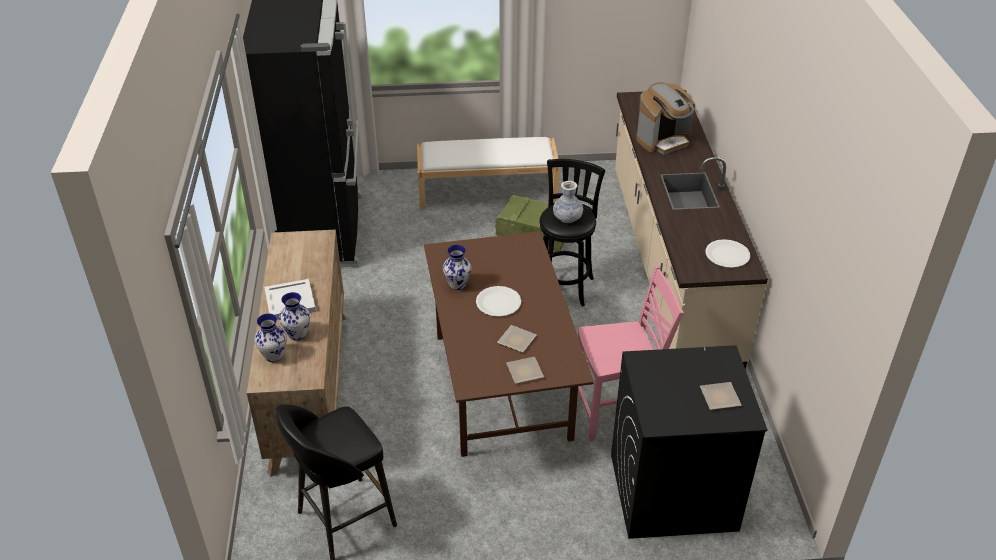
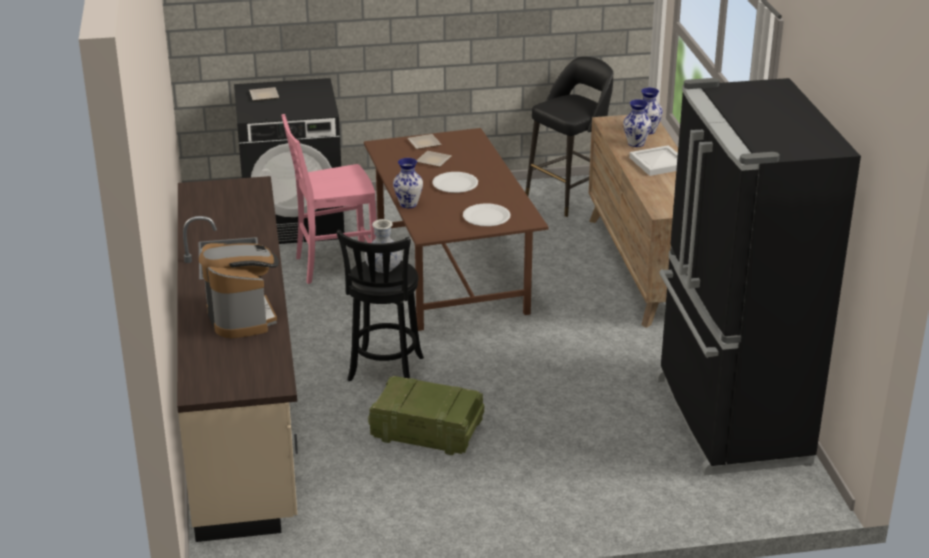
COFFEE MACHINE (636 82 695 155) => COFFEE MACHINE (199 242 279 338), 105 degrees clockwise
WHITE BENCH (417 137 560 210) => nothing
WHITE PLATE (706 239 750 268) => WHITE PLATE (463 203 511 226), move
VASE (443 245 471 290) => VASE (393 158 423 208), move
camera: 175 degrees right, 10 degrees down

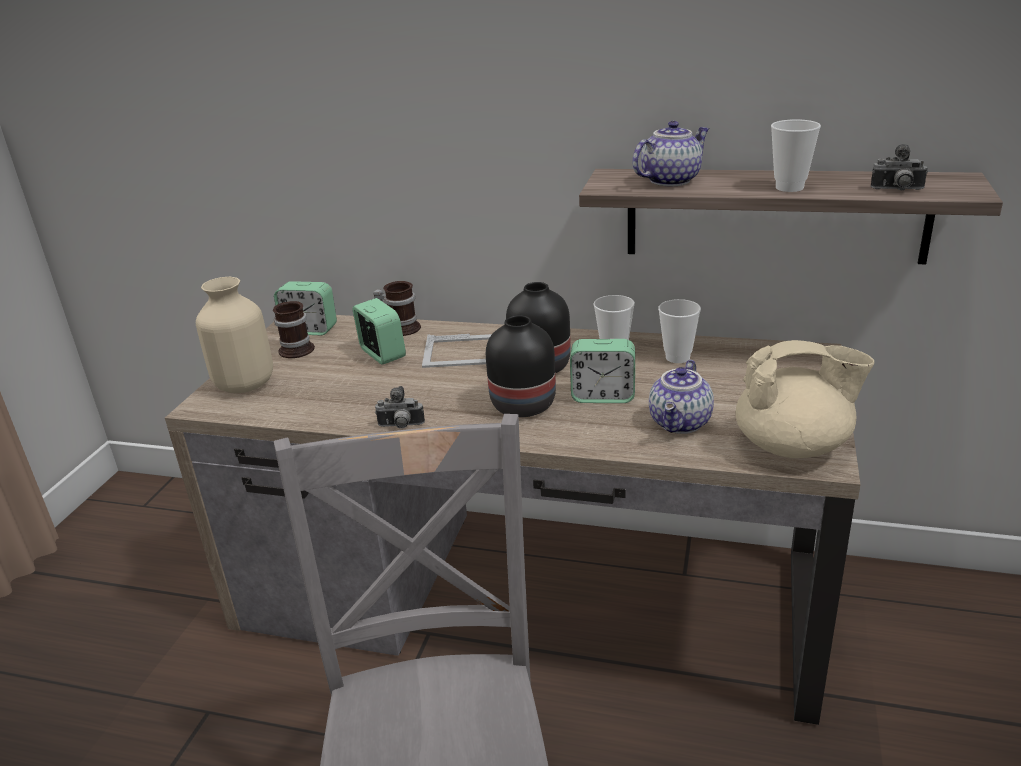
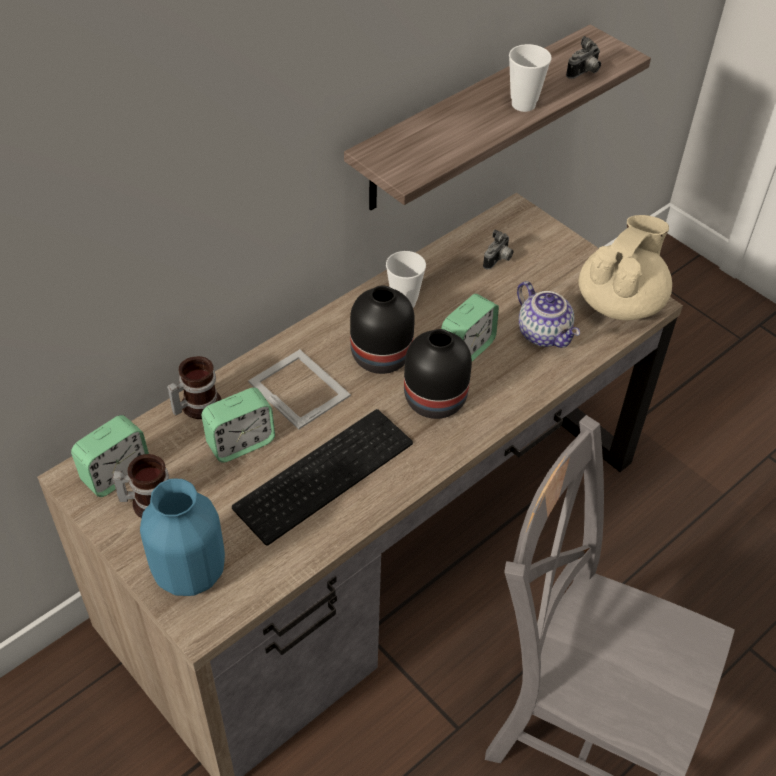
TEAPOT (632 121 710 186) => nothing
BEIGE VASE (196 277 273 393) => BLUE VASE (140 479 225 596)
ALARM CLOCK (352 298 406 365) => ALARM CLOCK (201 388 275 463), 150 degrees clockwise
CUP (658 299 701 363) => nothing
PICTURE FRAME (422 334 492 368) => PICTURE FRAME (248 349 351 430), 75 degrees counterclockwise
PHOTO CAMERA (375 386 425 428) => PHOTO CAMERA (483 230 513 269), move
nothing => KEYBOARD (232 409 413 545)
camera: 60 degrees left, 20 degrees up

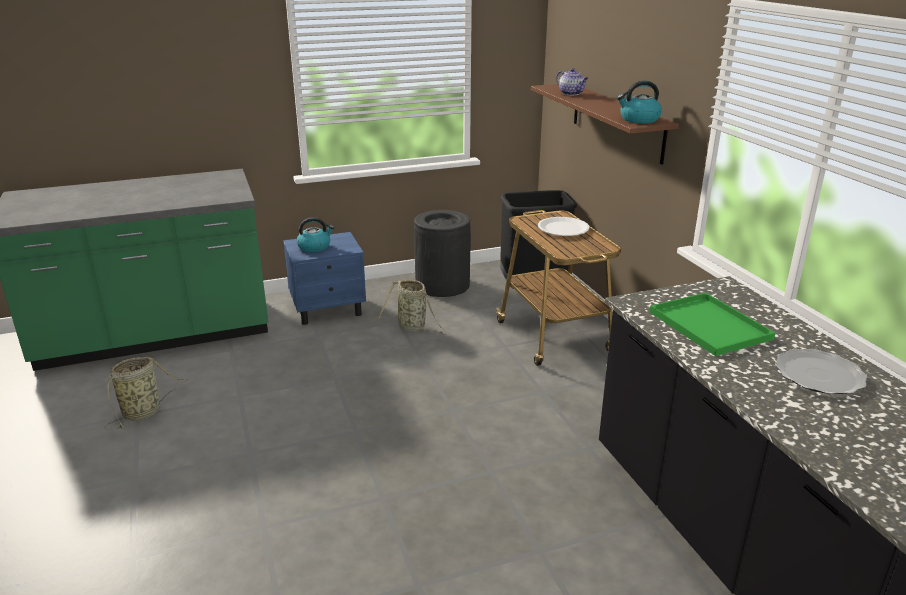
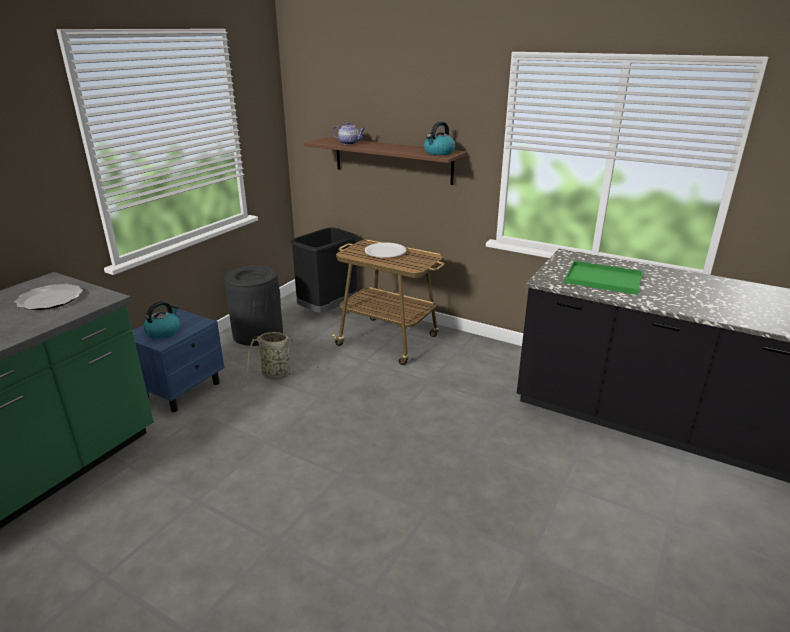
PLATE (775 349 867 394) => PLATE (14 284 83 310), move
BASKET (104 357 189 430) => nothing
camera: 40 degrees left, 0 degrees up

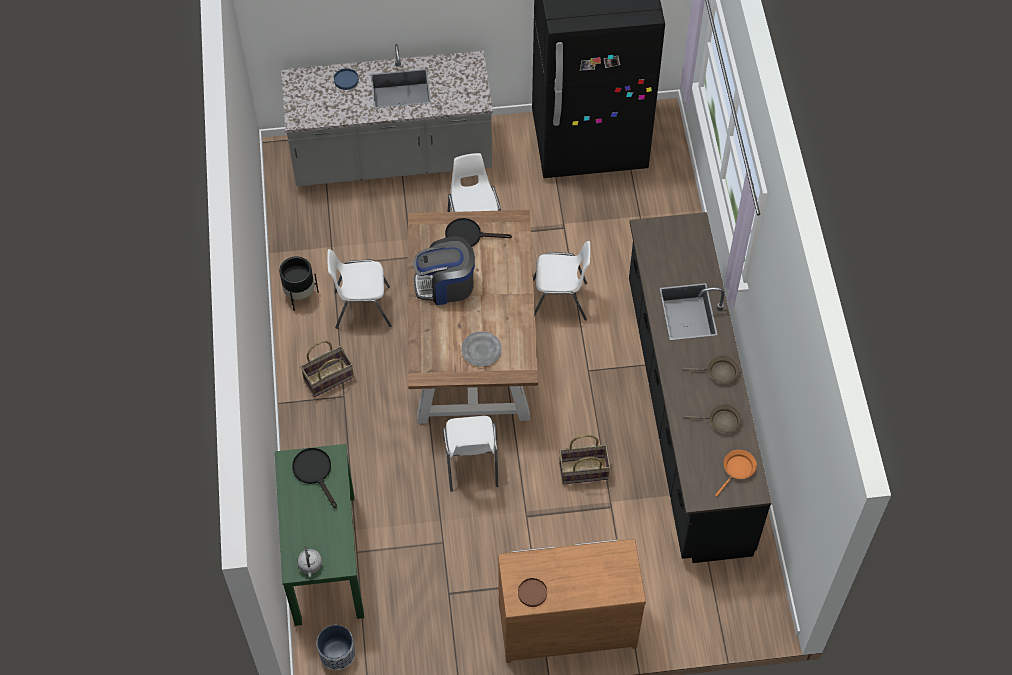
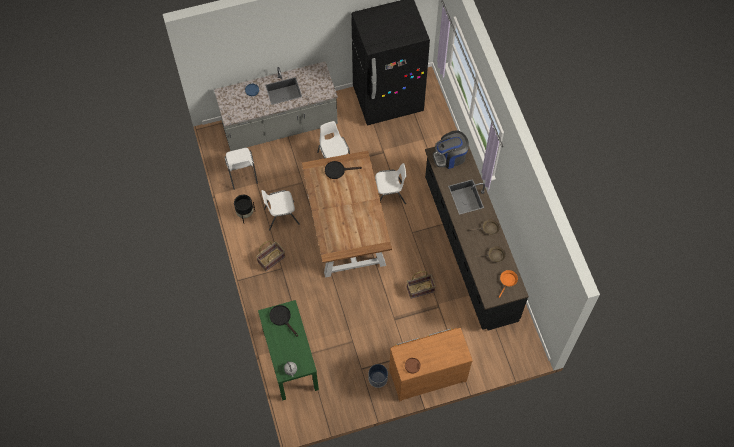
COFFEE MACHINE (413 236 475 305) => COFFEE MACHINE (433 130 469 169), move
GREY PLATE (461 331 502 367) => nothing
WHITE CHAIR (443 416 498 491) => WHITE CHAIR (225 148 258 190), move
PLANTER (317 625 355 670) => PLANTER (368 364 388 388), move
camera: 10 degrees left, 5 degrees up

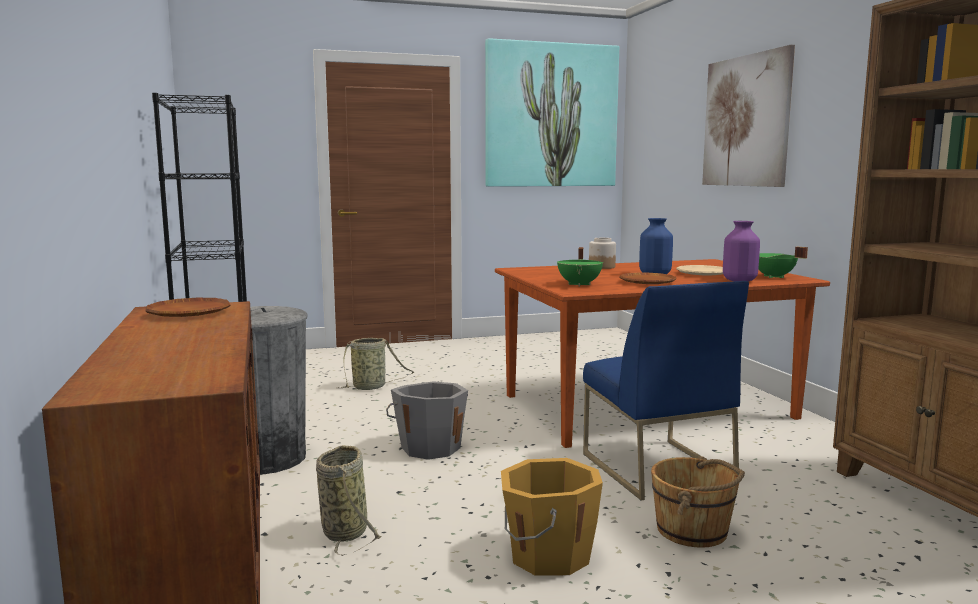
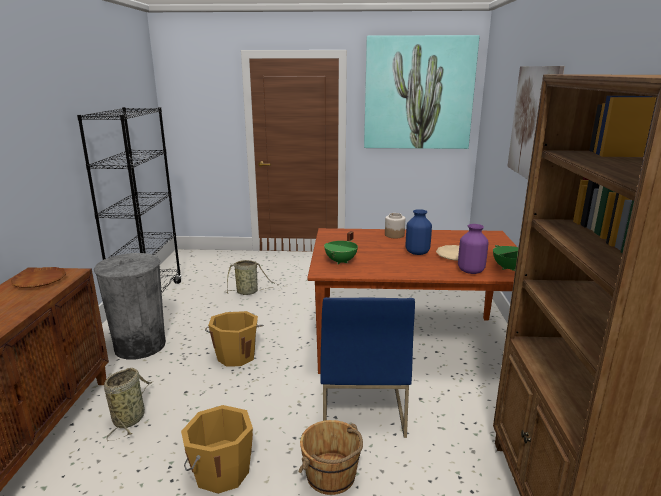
BROWN PLATE (619 272 677 284) => nothing
GREY BUCKET (386 381 468 460) => ORANGE BUCKET (205 311 264 367)
camera: 20 degrees right, 10 degrees up

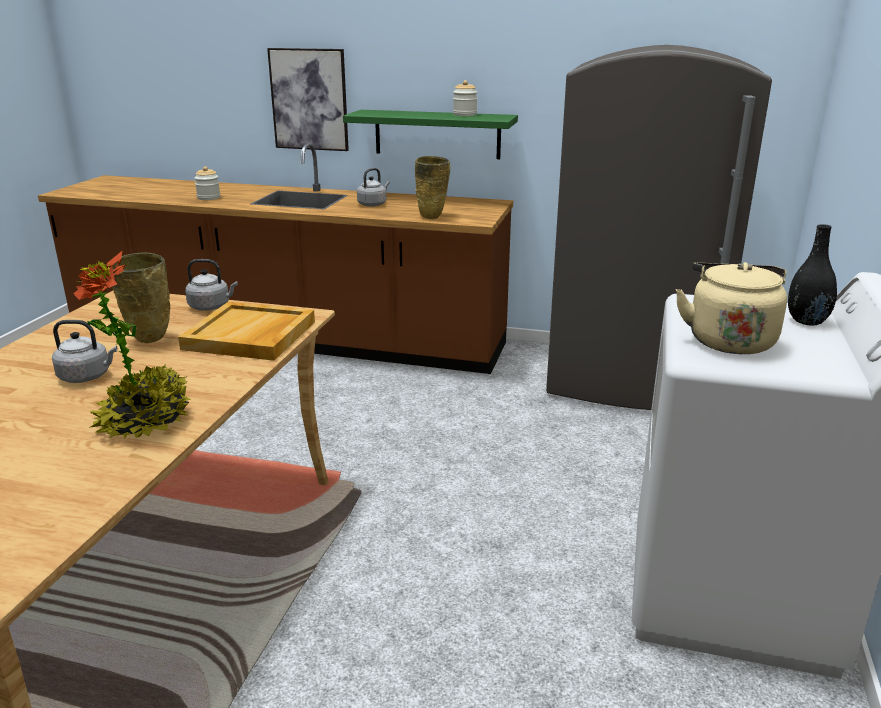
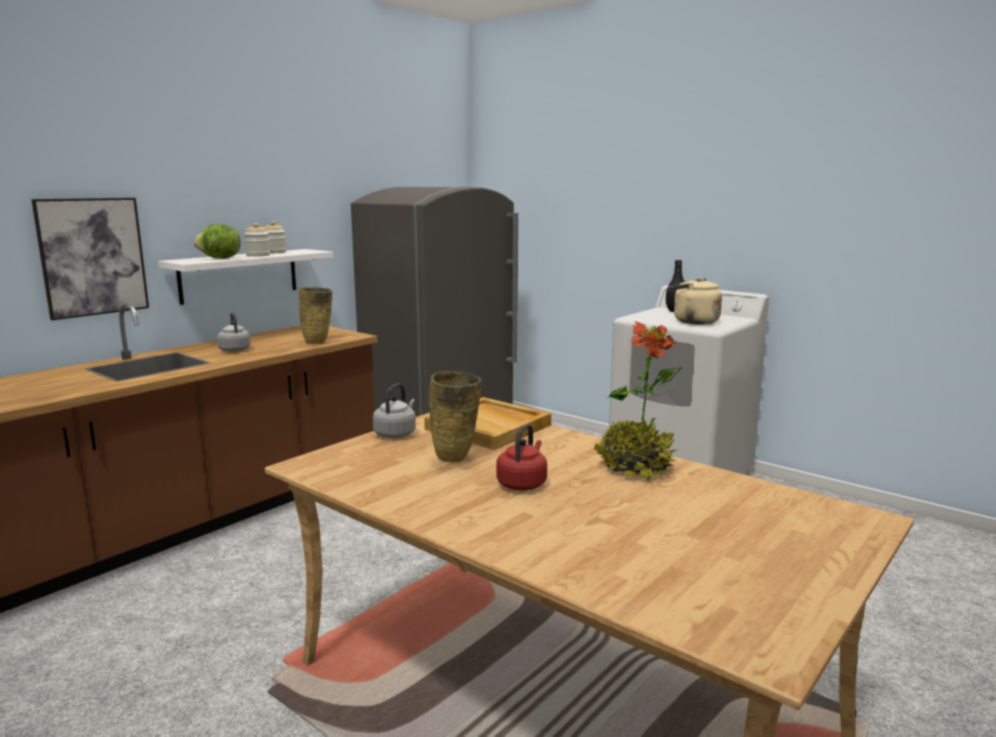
GREEN SHELF (343 110 518 159) => WHITE SHELF (158 249 333 305)
JAR (194 166 220 200) => JAR (244 223 270 257), move
GREY KETTLE (52 320 118 383) => RED KETTLE (496 424 547 491)
nothing => LETTUCE (194 224 241 259)
camera: 65 degrees left, 10 degrees down

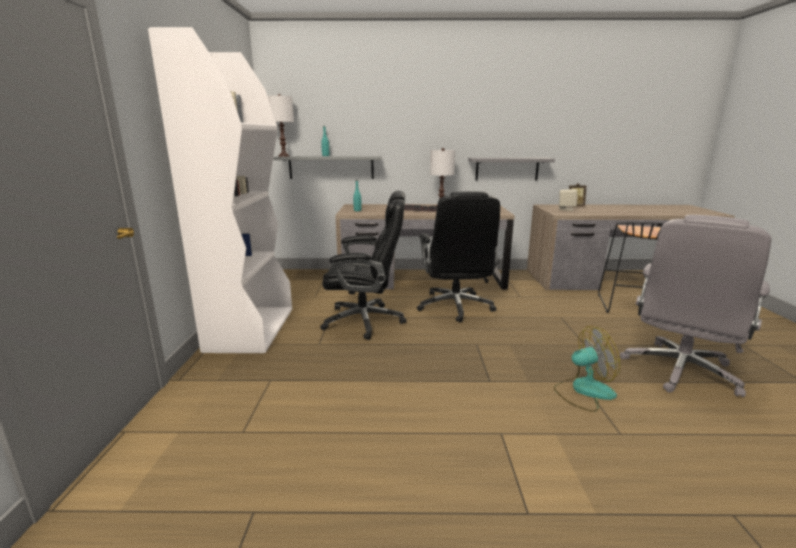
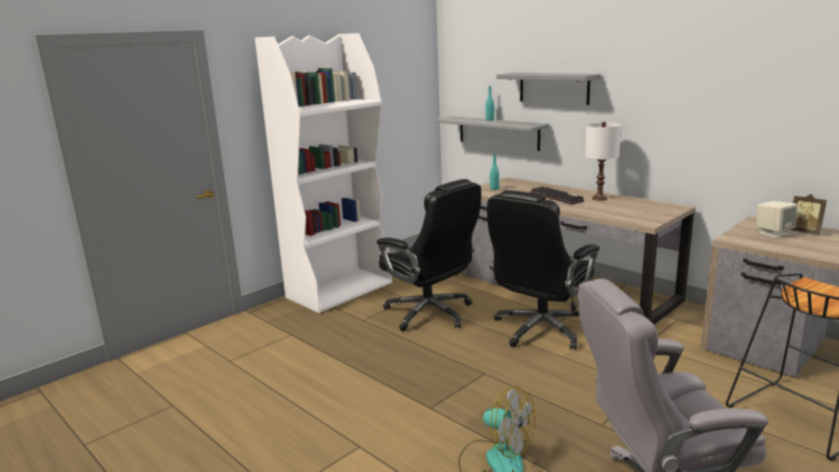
WHITE TABLE LAMP (268 94 294 157) => nothing
GREY SHELF (468 158 555 181) => GREY SHELF (497 73 601 105), move
camera: 45 degrees right, 0 degrees up

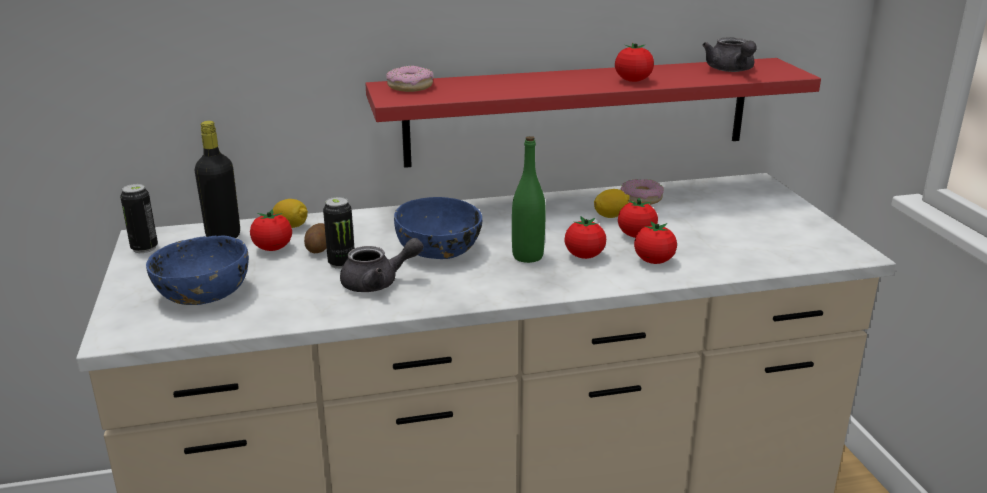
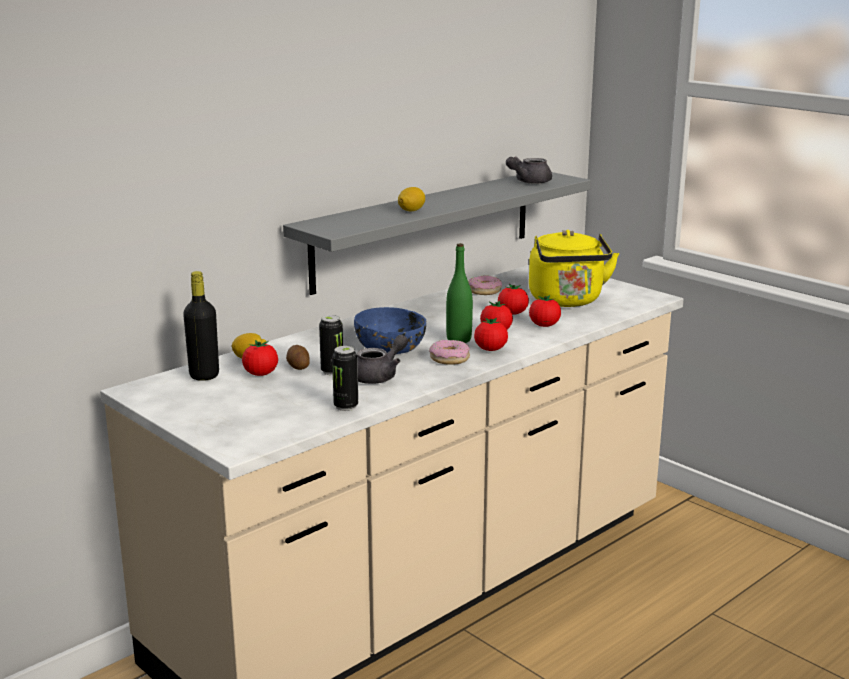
GREY TEAPOT (702 37 757 72) => GREY TEAPOT (506 157 552 184), 90 degrees clockwise
TOMATO (615 43 654 82) => TOMATO (474 318 508 351), move
RED SHELF (365 58 821 168) => GREY SHELF (283 172 591 295)
DONUT (386 66 434 92) => DONUT (429 340 470 365), move
CAN (120 184 158 253) => CAN (332 346 358 411), move
LEMON (594 189 630 218) => LEMON (398 187 425 211), move
BLUE BOWL (146 235 249 305) => nothing
nothing => YELLOW KETTLE (529 230 619 307)
camera: 30 degrees left, 5 degrees down

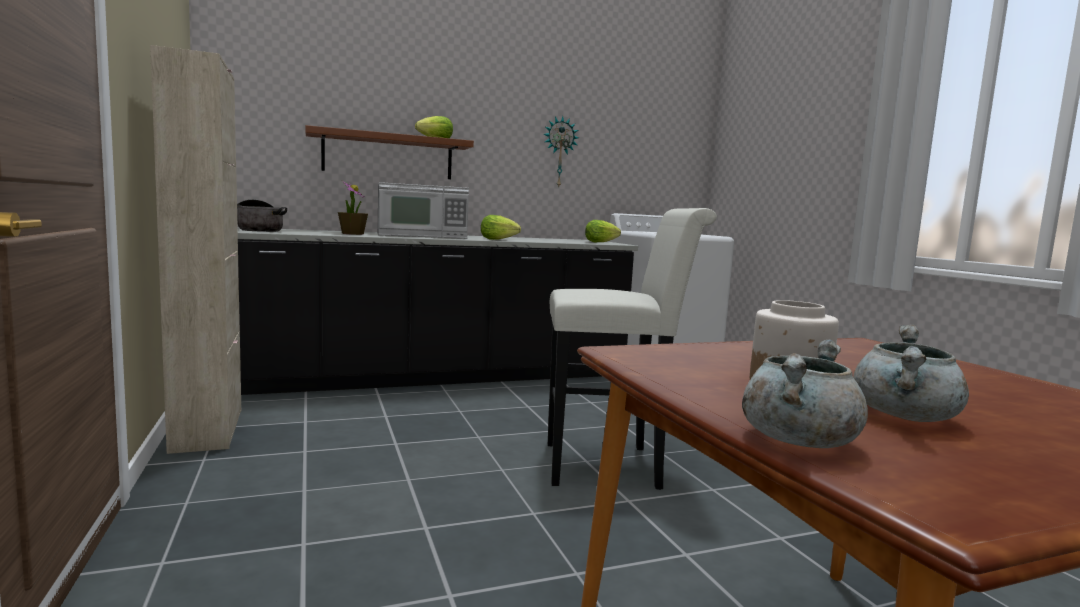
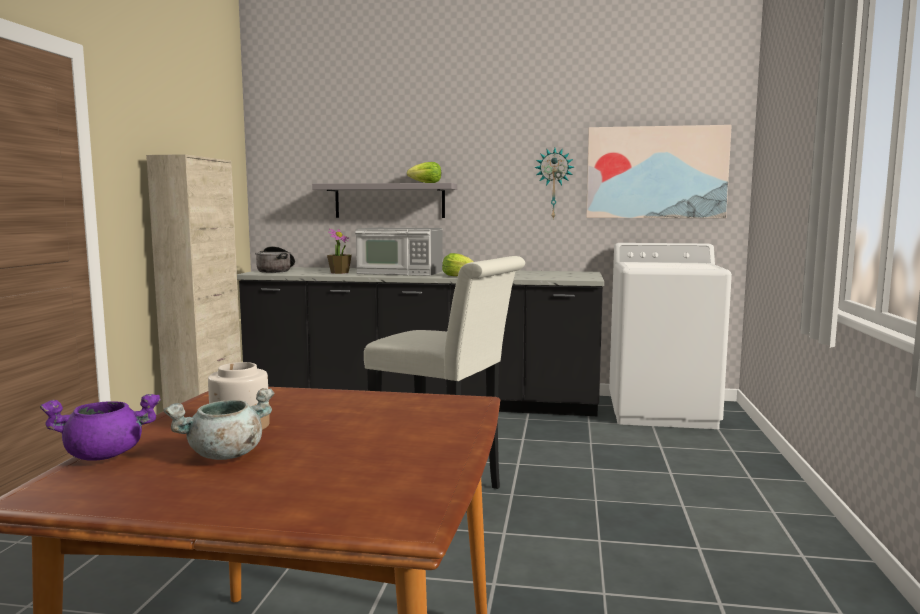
BROWN SHELF (305 125 474 179) => GREY SHELF (312 183 457 218)
LETTUCE (585 220 621 243) => nothing
GREY COOKING POT (742 340 868 448) => PURPLE COOKING POT (40 394 161 461)
nothing => PICTURE (586 125 732 218)
camera: 30 degrees right, 0 degrees up

